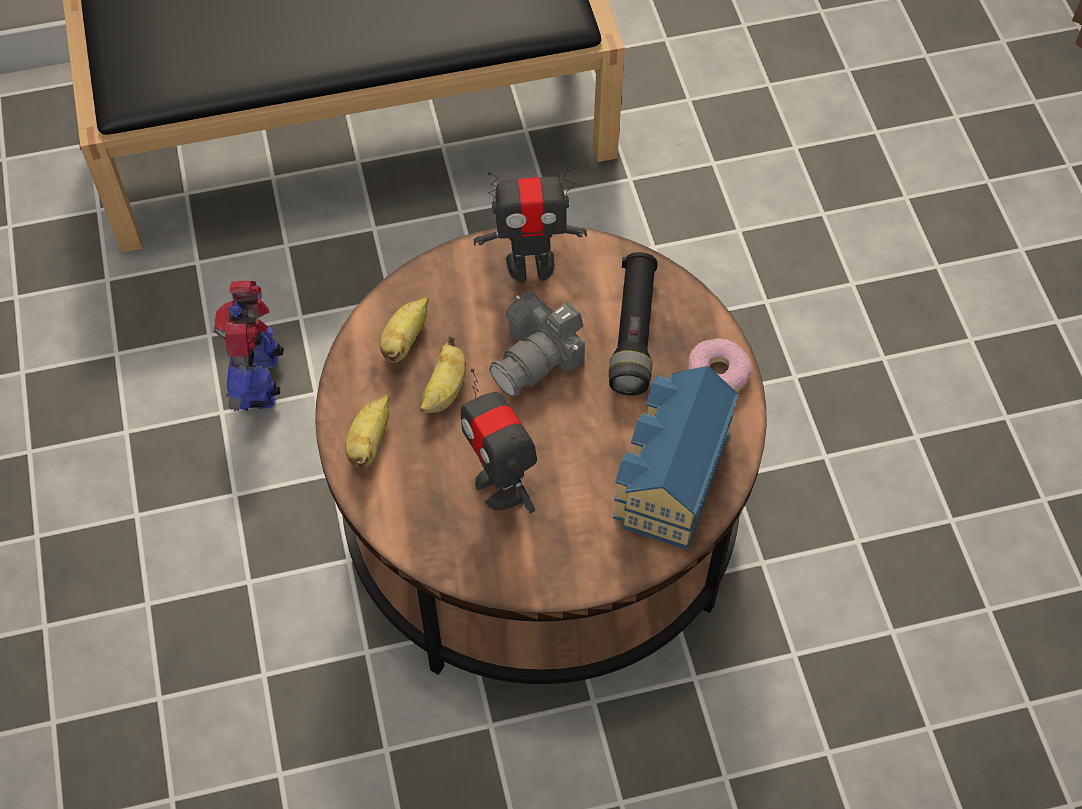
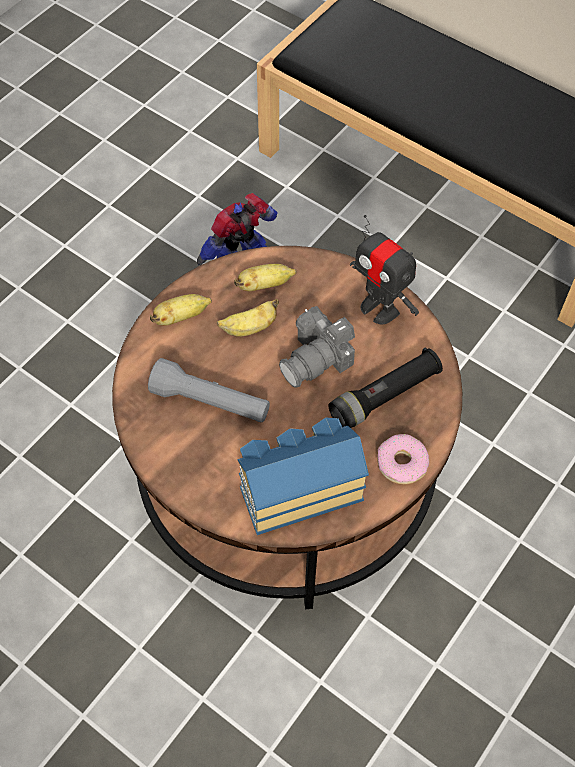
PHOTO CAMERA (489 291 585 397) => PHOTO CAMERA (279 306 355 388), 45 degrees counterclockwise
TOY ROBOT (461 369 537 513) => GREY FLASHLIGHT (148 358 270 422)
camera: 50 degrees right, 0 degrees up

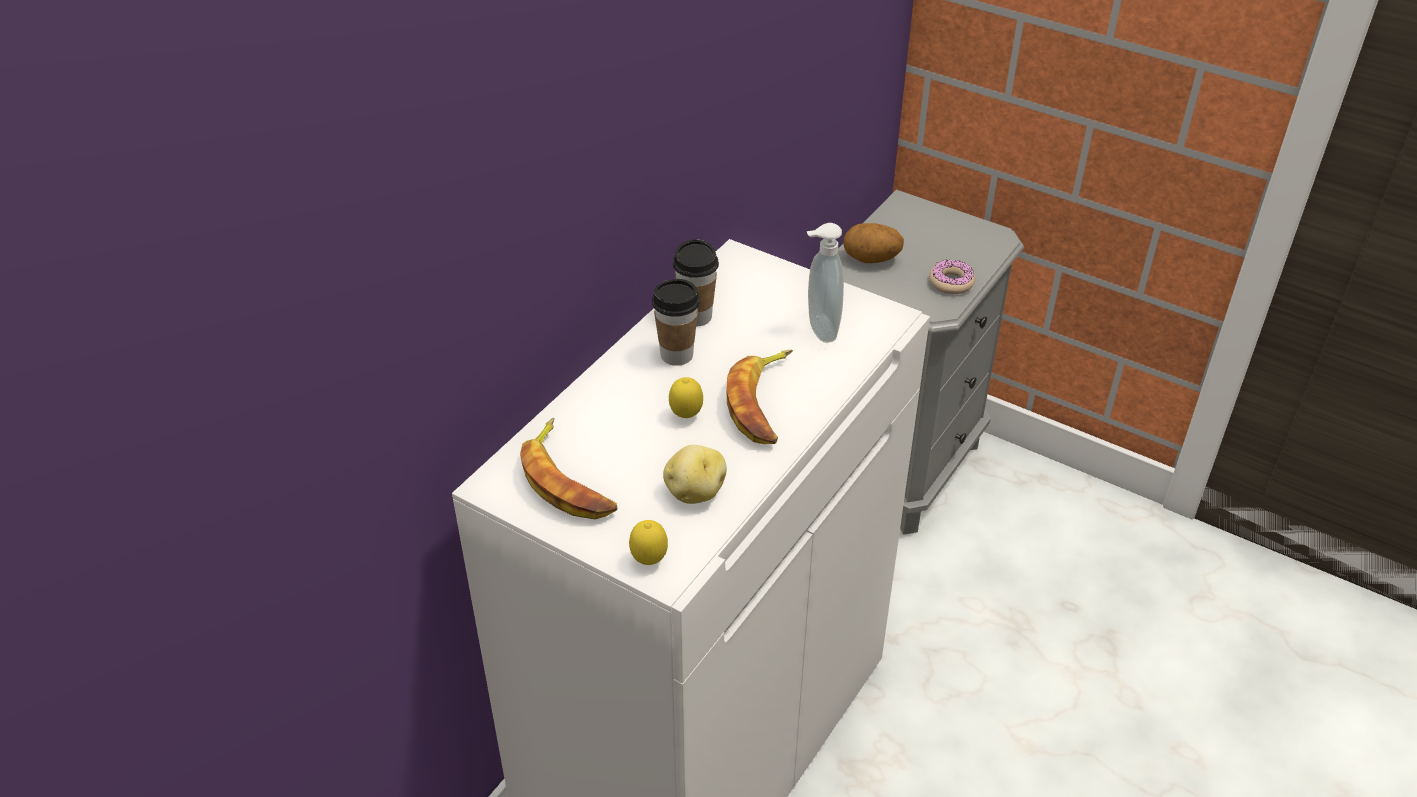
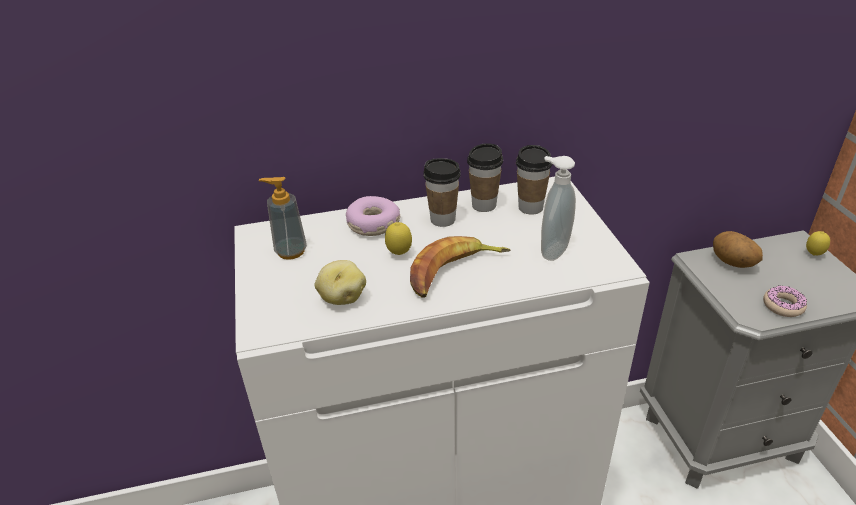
BANANA (520 418 617 519) => SOAP DISPENSER (259 177 307 260)
LEMON (629 520 668 565) => LEMON (806 231 830 256), move
nothing => CUP (516 145 552 215)
nothing => DONUT (346 196 400 236)
camera: 45 degrees right, 5 degrees down

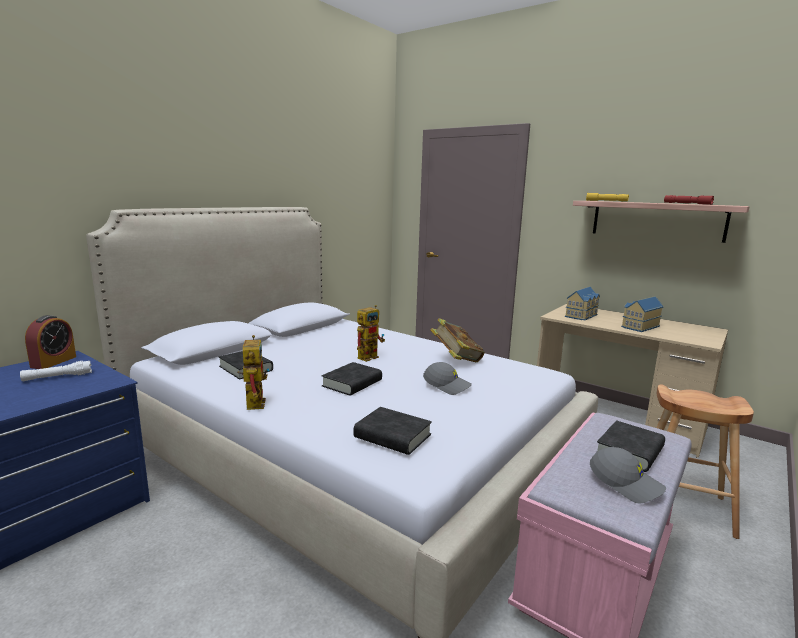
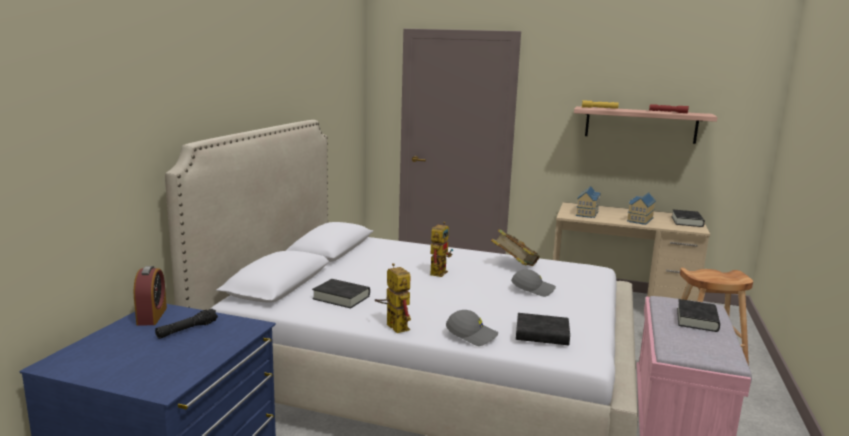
WHITE FLASHLIGHT (20 361 92 381) => BLACK FLASHLIGHT (155 309 218 339)
BLACK BOOK (322 362 382 395) => BLACK BOOK (672 209 705 227), move
GREY CAP (590 447 666 503) => GREY CAP (446 310 498 346), move
camera: 20 degrees left, 0 degrees up

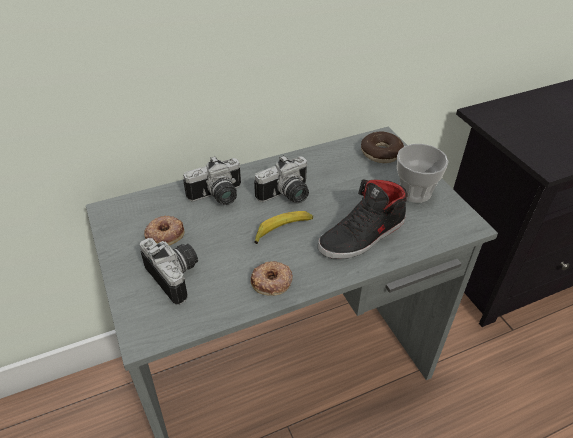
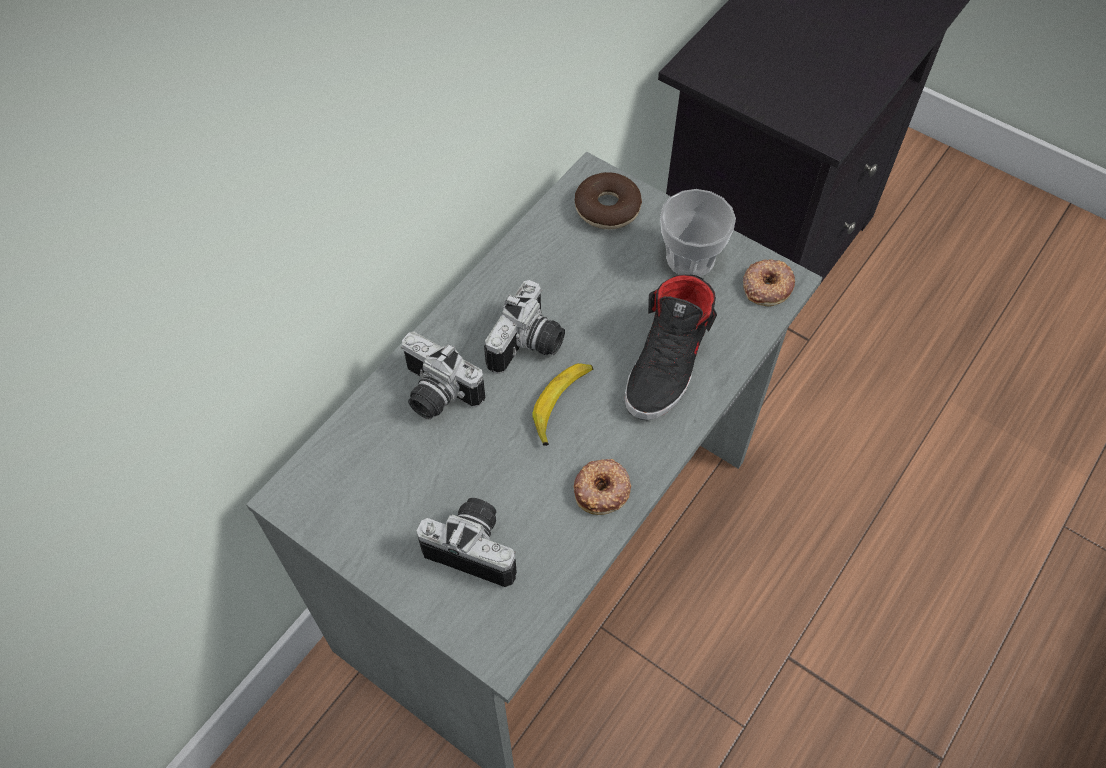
PHOTO CAMERA (183 156 241 205) => PHOTO CAMERA (401 332 485 419), 90 degrees clockwise
DONUT (144 216 184 245) => DONUT (743 259 795 307), move
camera: 30 degrees left, 15 degrees up

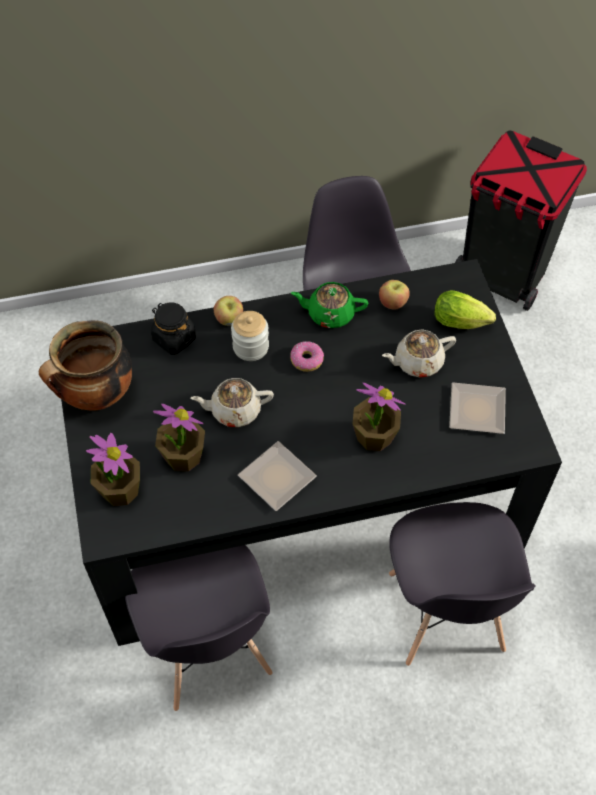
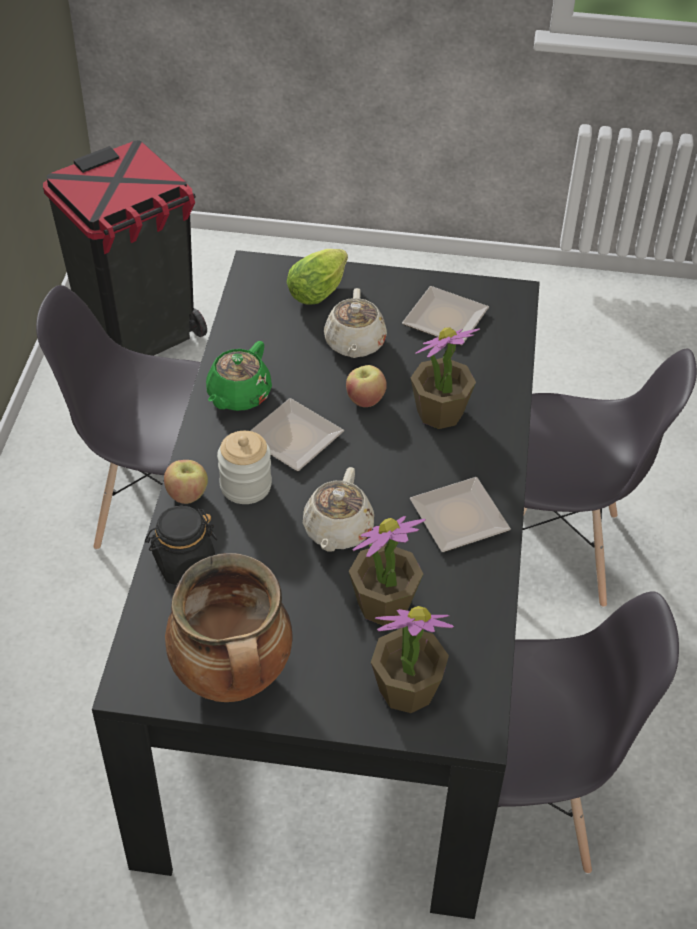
APPLE (379 280 410 309) => APPLE (346 365 387 407), move
DONUT (290 341 324 372) => PLATE (250 398 344 471)
camera: 70 degrees left, 10 degrees down

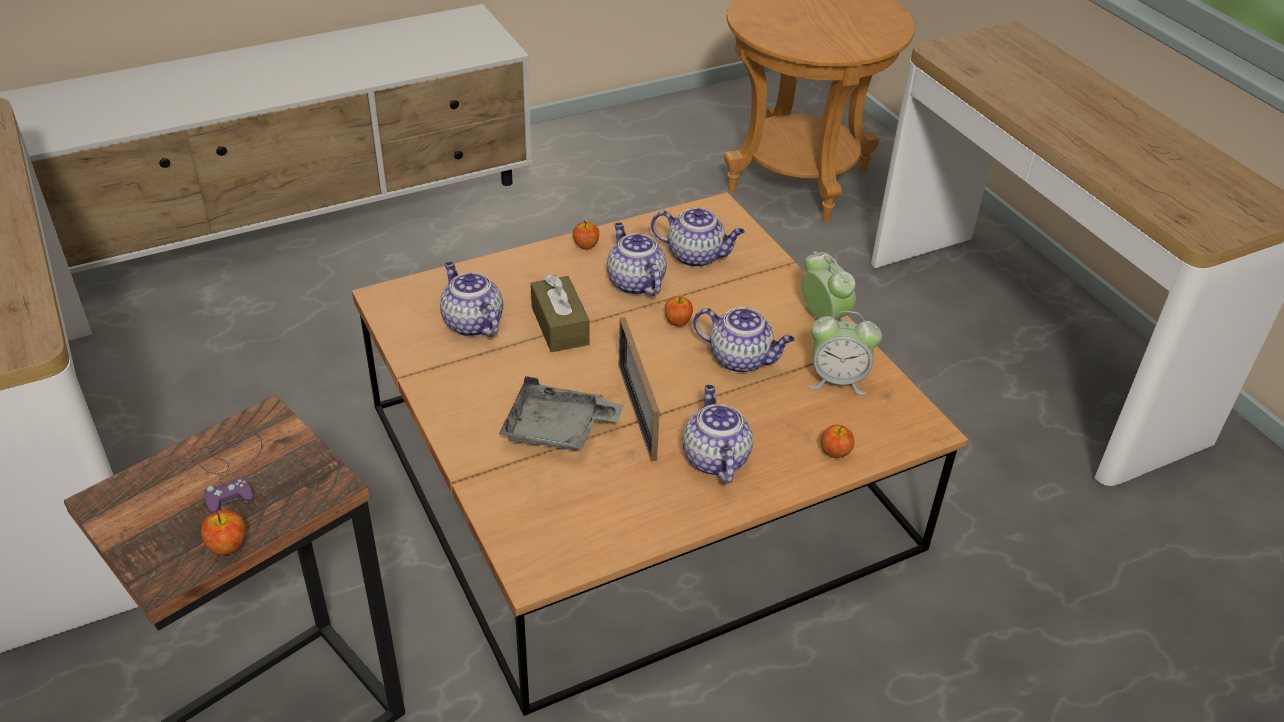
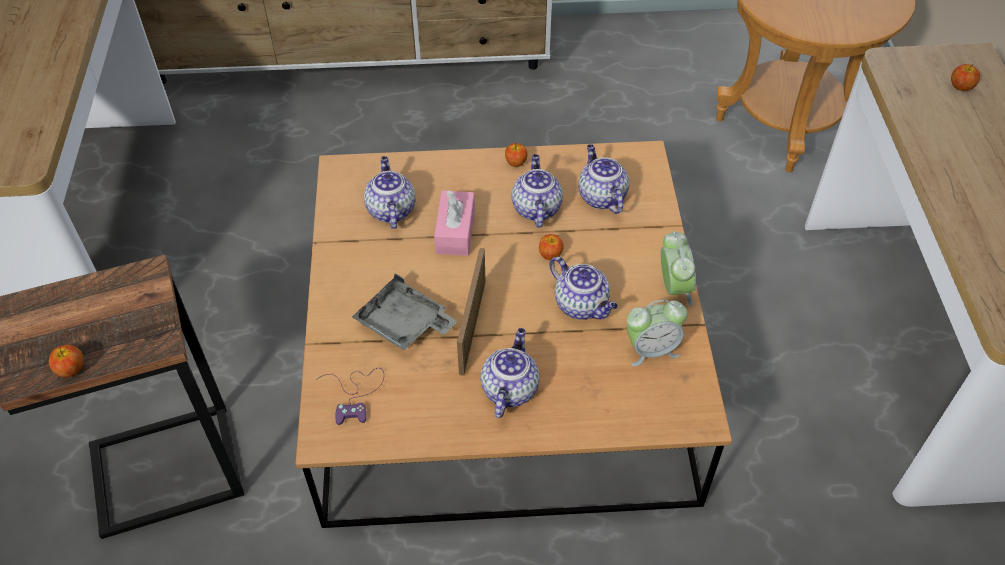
TEAPOT (651 208 745 267) => TEAPOT (578 144 629 214), 150 degrees counterclockwise
BROWN TISSUE BOX (531 274 589 352) => PINK TISSUE BOX (434 190 475 256)
ALARM CLOCK (808 311 882 395) => ALARM CLOCK (627 300 688 366), 45 degrees counterclockwise
APPLE (821 425 854 458) => APPLE (951 64 980 91), move
PURPLE GAME CONTROLLER (160 432 262 514) => PURPLE GAME CONTROLLER (316 368 384 425), move
camera: 25 degrees right, 10 degrees up

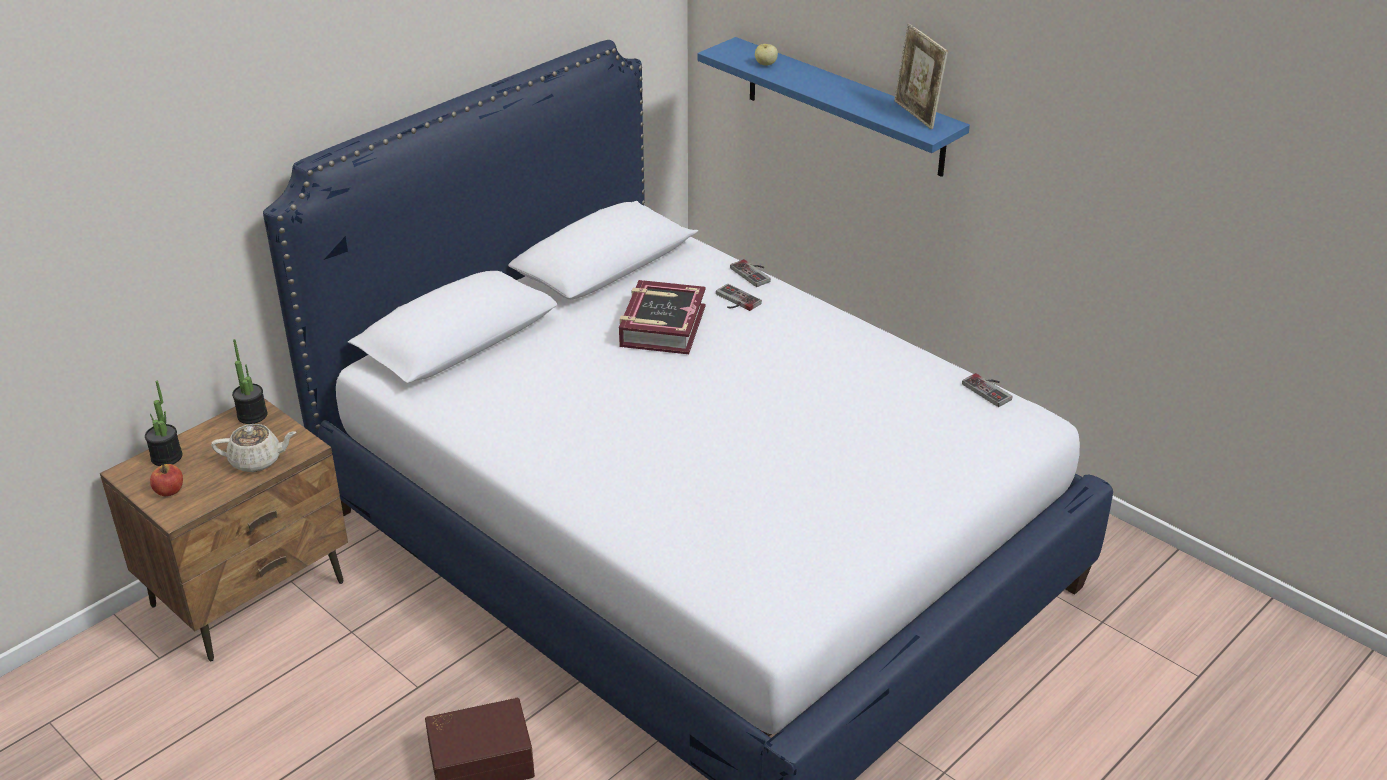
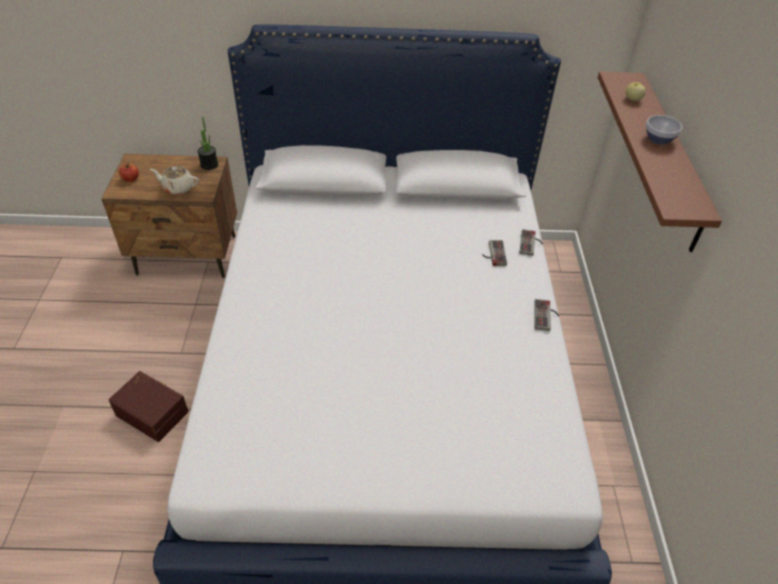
PICTURE FRAME (894 24 948 129) => nothing
BLUE SHELF (698 37 970 177) => BROWN SHELF (598 72 722 252)
BOOK (619 280 706 354) => nothing
GAME CONTROLLER (962 373 1012 407) => GAME CONTROLLER (534 299 559 331), move
POTTED PLANT (145 381 182 466) => nothing
BEIGE TEAPOT (211 424 297 472) => BEIGE TEAPOT (150 166 199 195), 150 degrees clockwise
nothing => BOWL (646 115 682 145)
camera: 45 degrees right, 10 degrees up

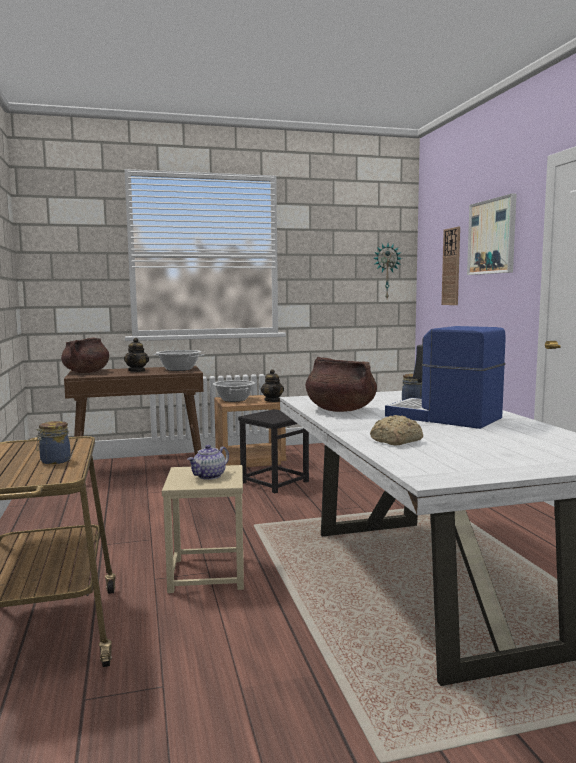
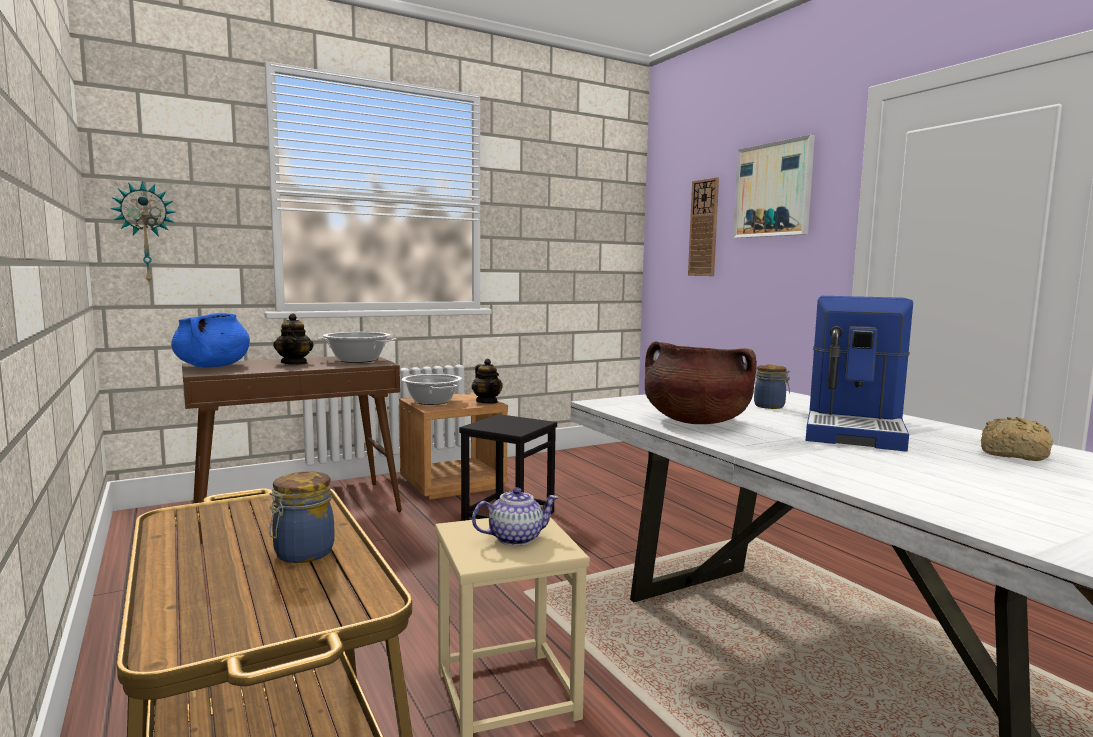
WALL CLOCK (373 244 402 298) => WALL CLOCK (110 181 175 285), move
COFFEE MACHINE (385 326 506 429) => COFFEE MACHINE (806 296 913 452), 90 degrees counterclockwise
BROWN COOKING POT (61 337 109 373) => BLUE COOKING POT (171 313 250 367)
BREAD (370 415 423 445) => BREAD (981 417 1053 461), move
TEAPOT (187 445 229 480) => TEAPOT (472 487 559 546), 135 degrees counterclockwise
camera: 15 degrees left, 0 degrees up

